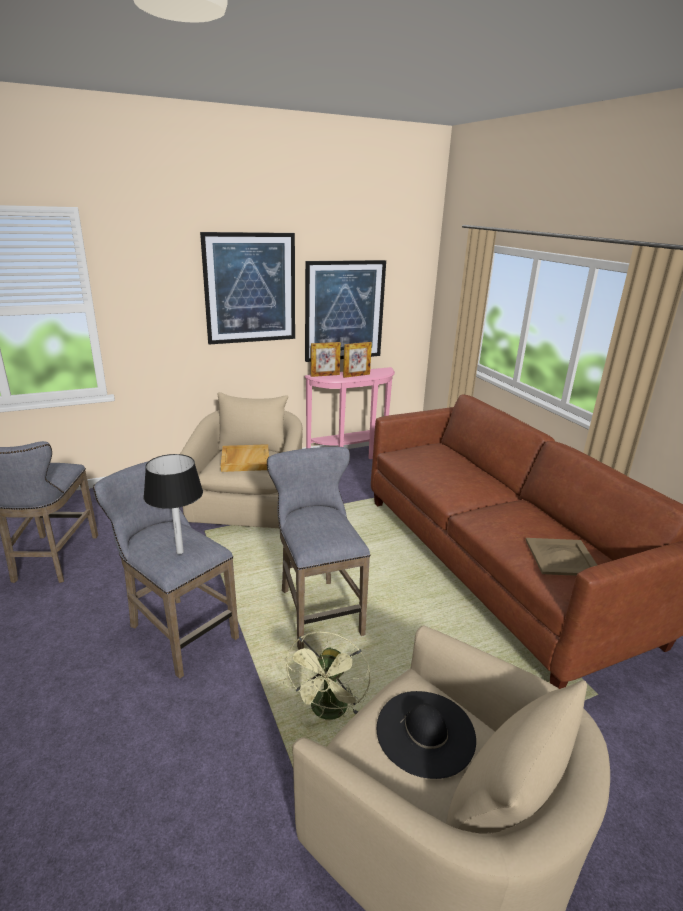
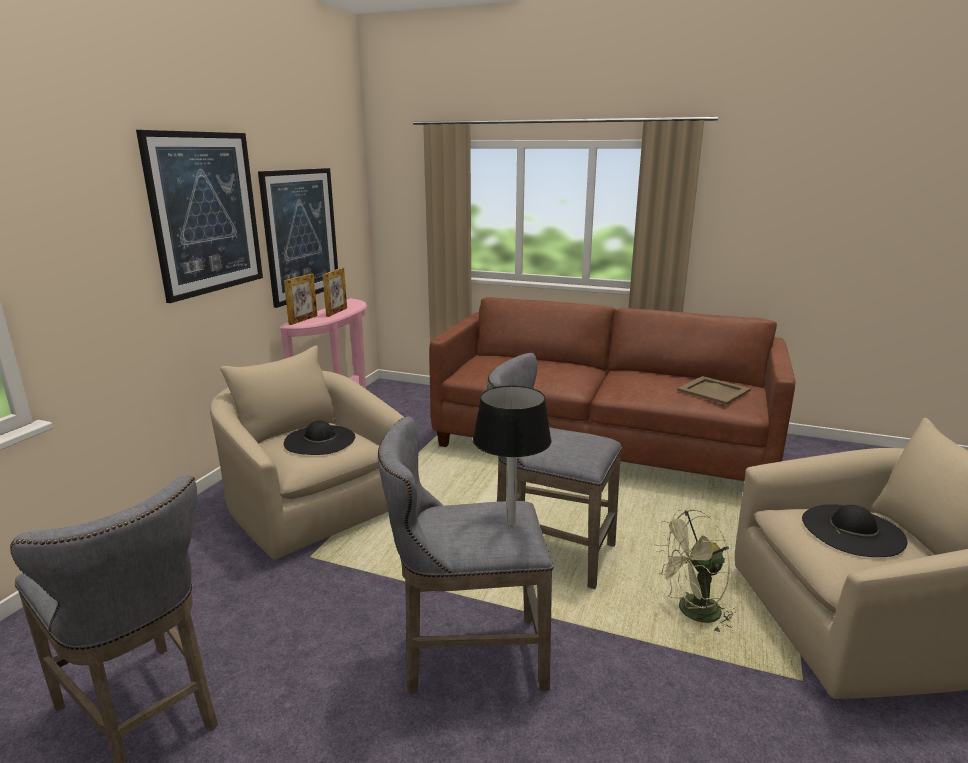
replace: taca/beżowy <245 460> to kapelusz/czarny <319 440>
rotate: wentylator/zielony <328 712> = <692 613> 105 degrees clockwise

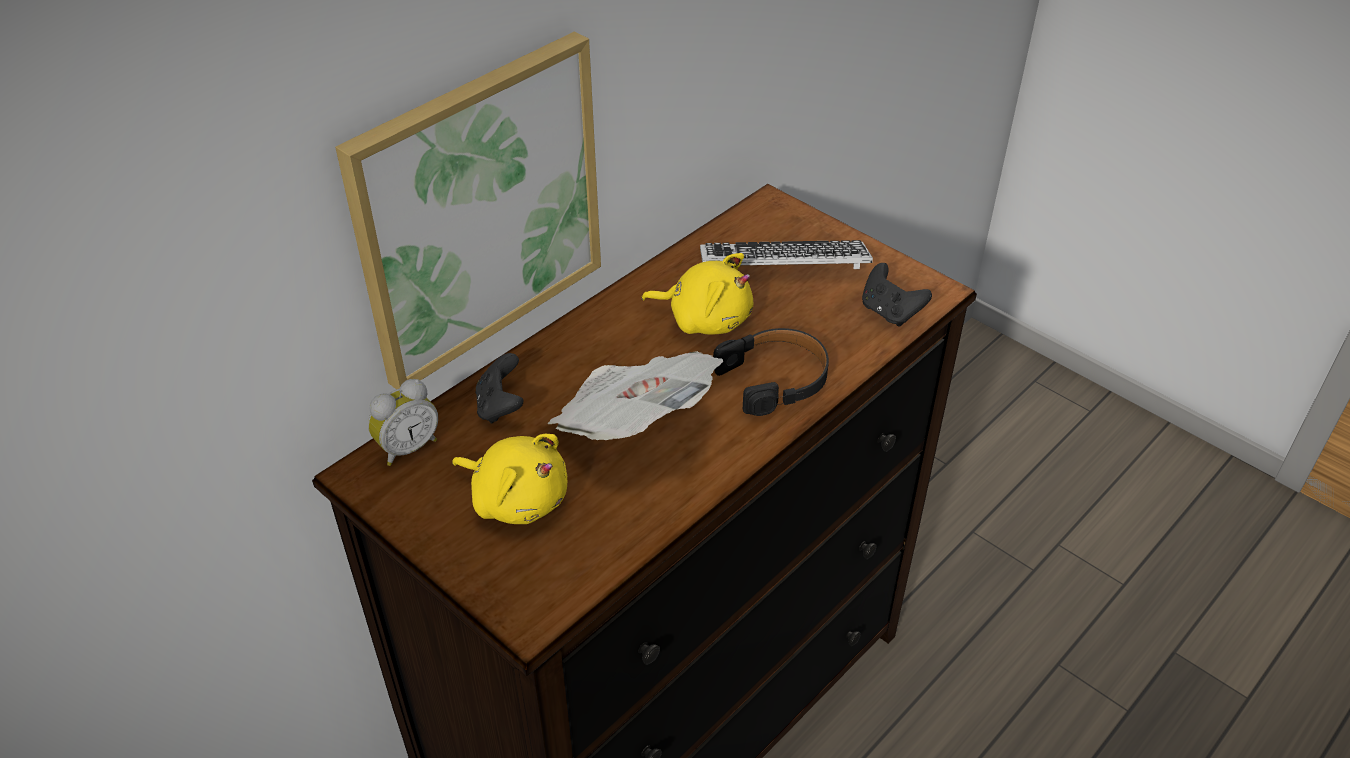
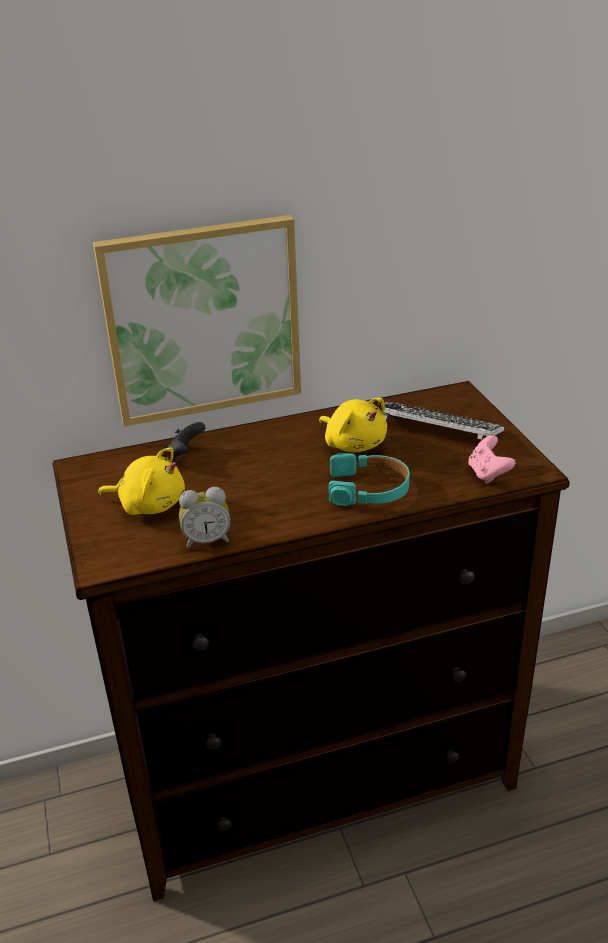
delete: gazeta <634 424>
move: budzik <407 447> to <207 540>
recolor: słuchawki/czarny <774 379> to słuchawki/turkusowy <369 489>; pad do gier/czarny <890 312> to pad do gier/różowy <488 474>
rotate: pluszak/żółty <517 498> = <149 504> 45 degrees counterclockwise

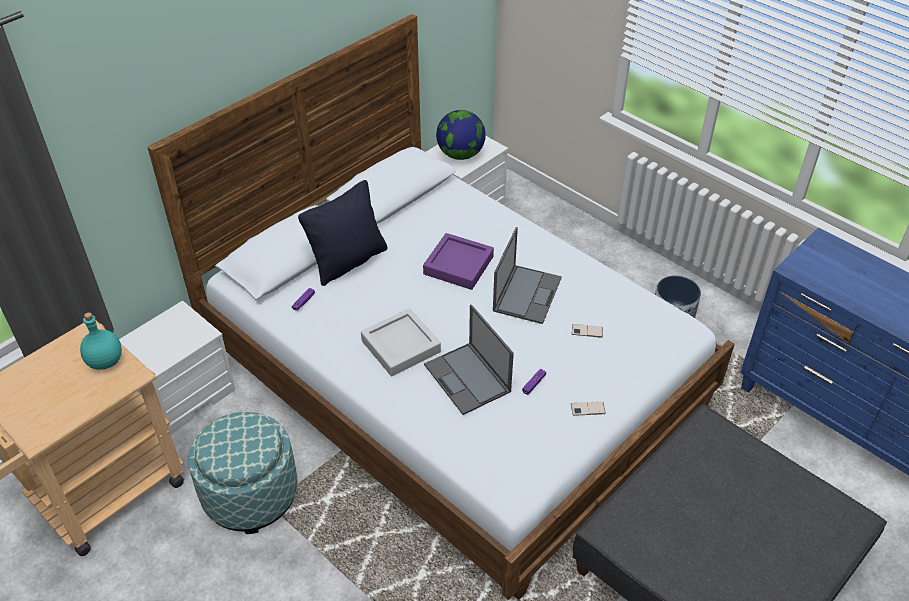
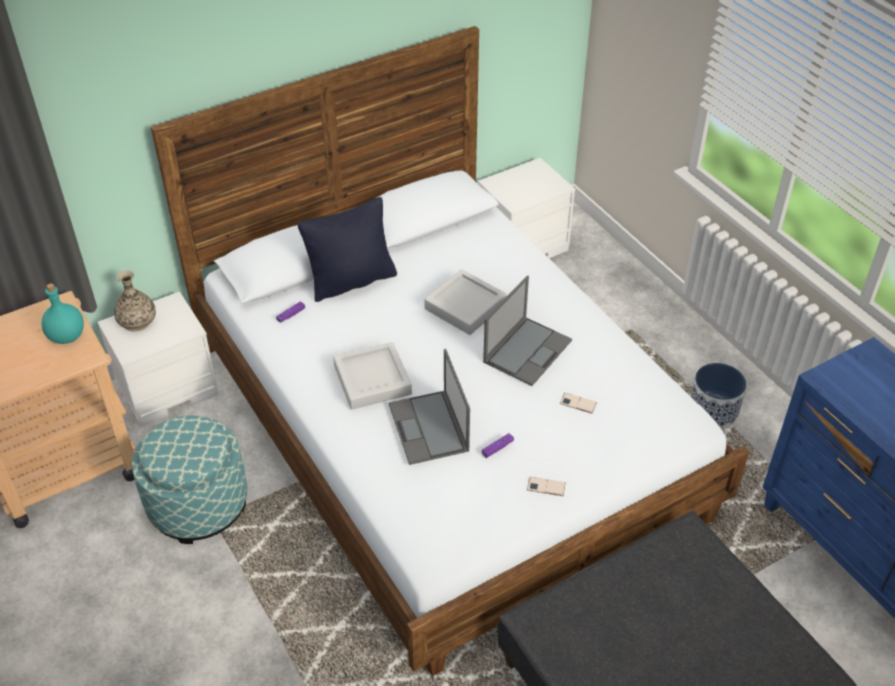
delete: globus <460 154>
insert: wazon <137 321>
recolor: taca/fioletowy <458 265> to taca/szary <465 306>

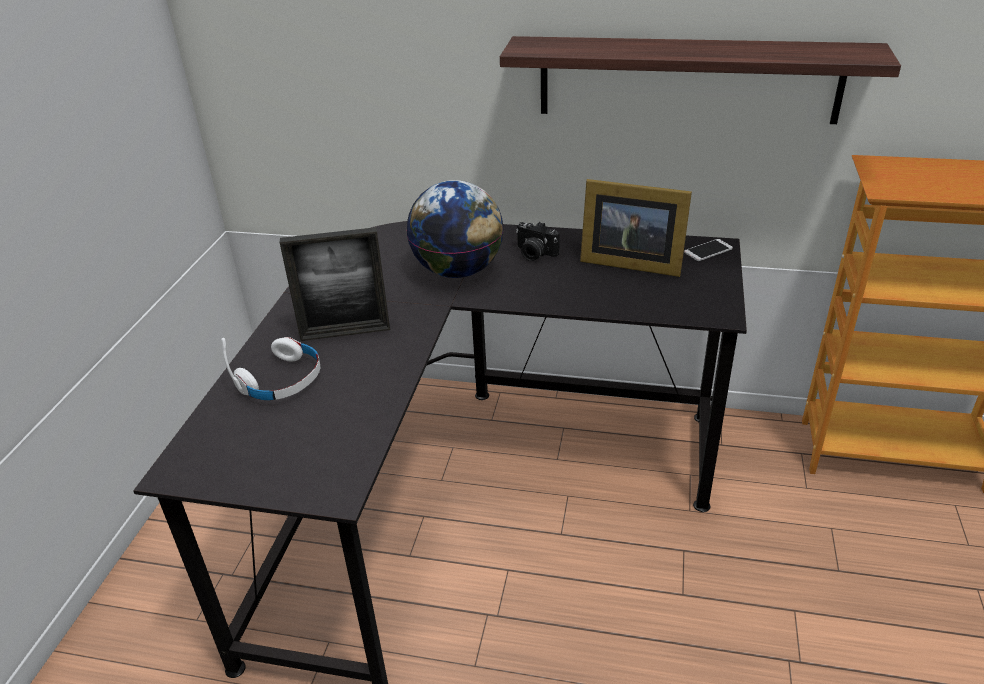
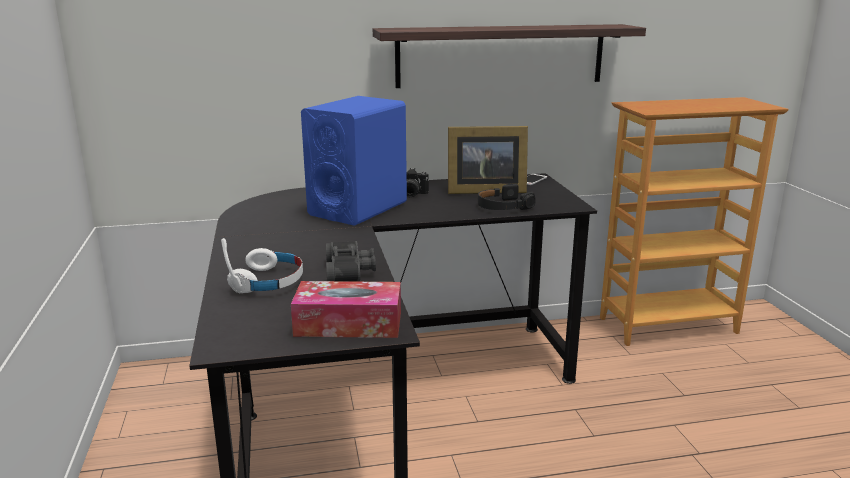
delete: ramka na zdjęcie <345 333>
insert: pudełko chusteczek <348 324>; lornetka/czarny <351 273>; słuchawki/czarny <503 206>
replace: globus <458 271> to głośnik/niebieski <358 208>

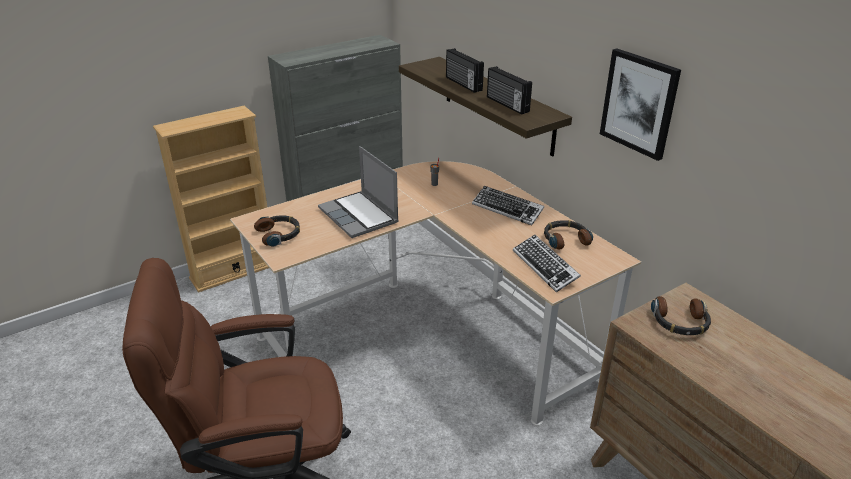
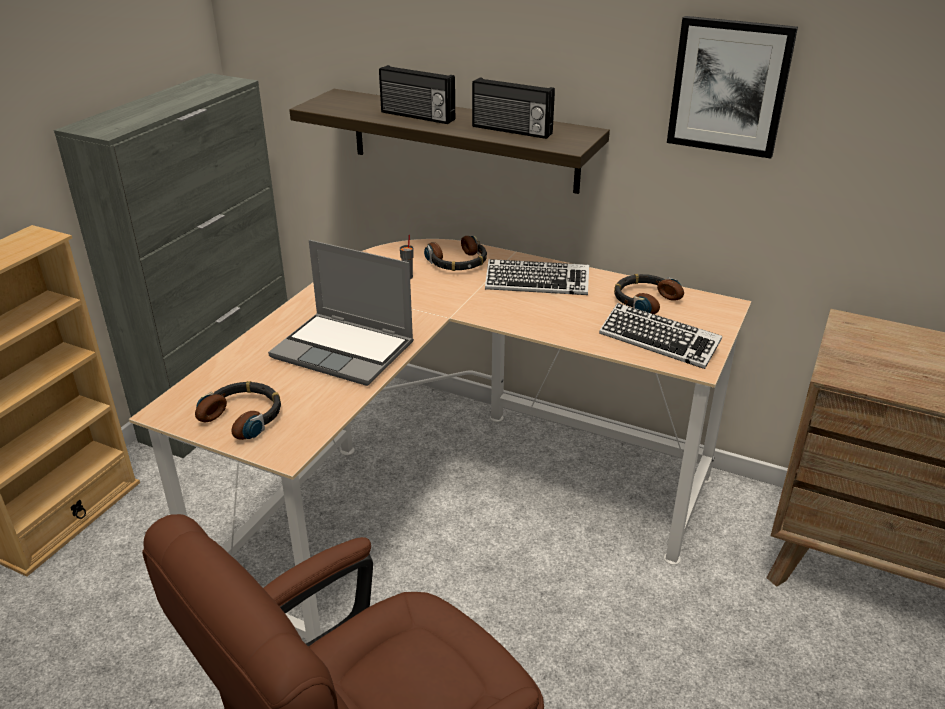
move: słuchawki <680 322> to <458 262>

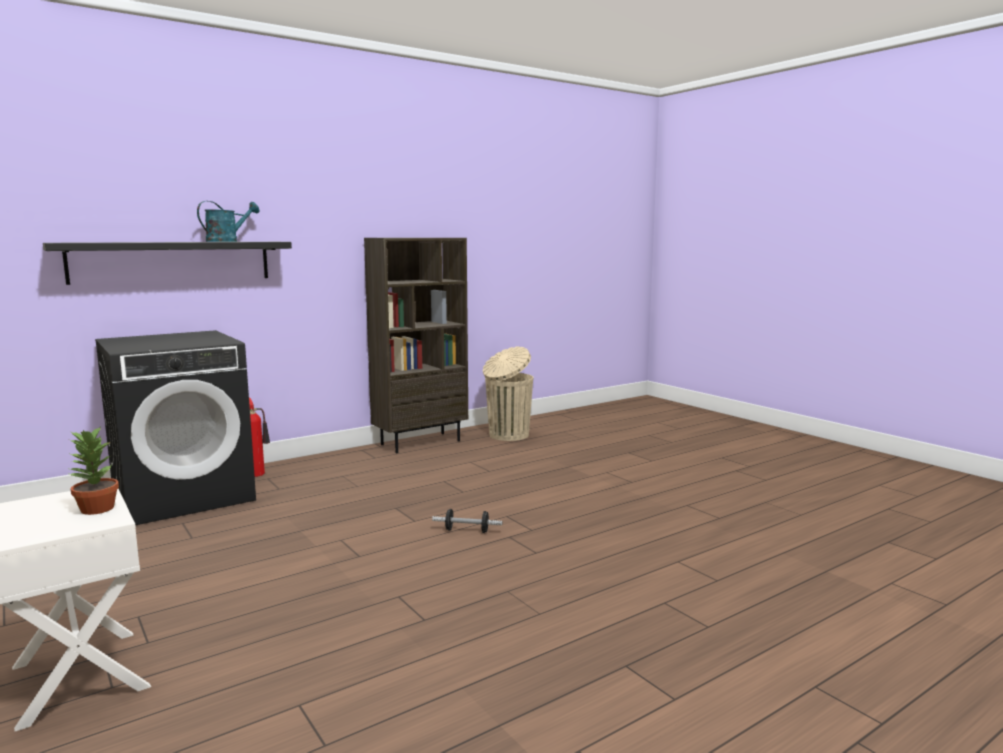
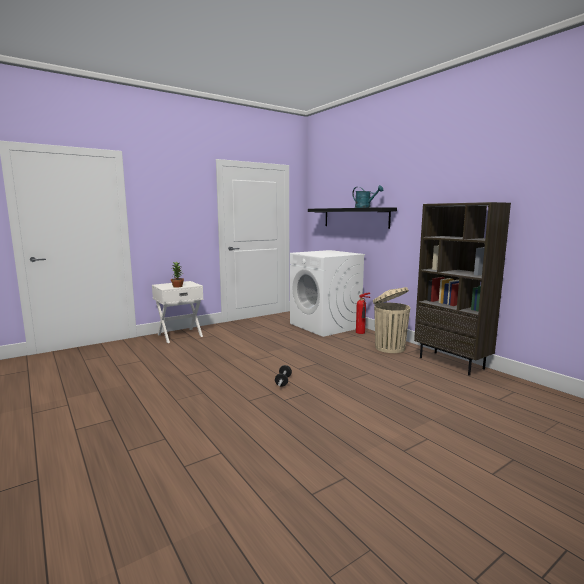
move: kosz na śmieci/beżowy <507 435> to <389 348>
recolor: pralka/czarny <184 496> to pralka/biały <325 326>

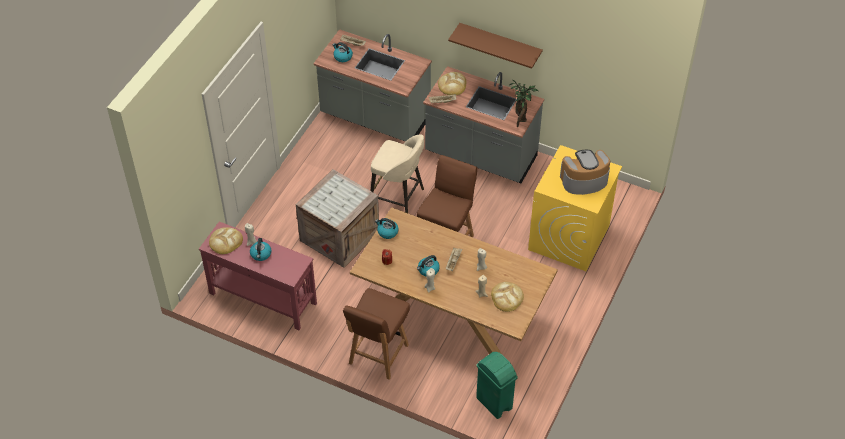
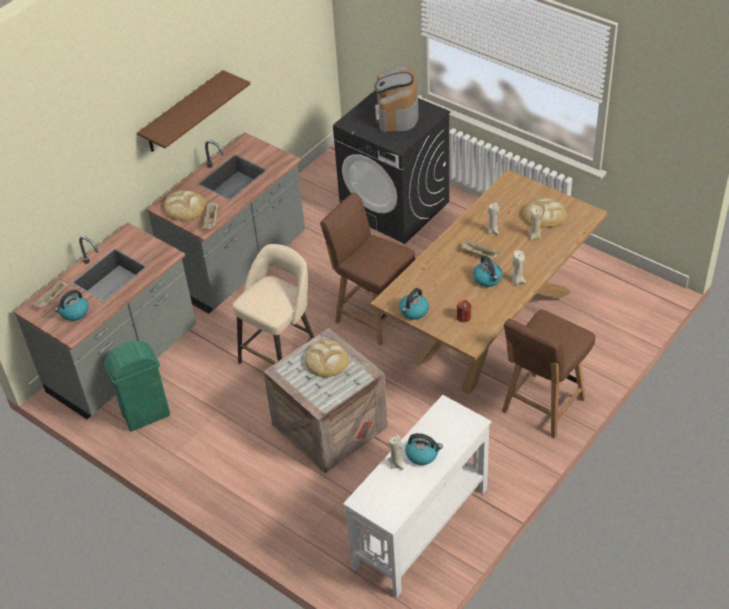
delete: roślina doniczkowa <521 119>
move: chleb <225 242> to <326 360>; kosz na śmieci/zielony <494 403> to <147 415>
recolor: stolik konsolowy/czerwony <262 298> to stolik konsolowy/biały <420 528>; pralka/żółty <569 237> to pralka/czarny <395 207>
rotate: krzesło/brązowy <378 355> = <542 406> 90 degrees clockwise

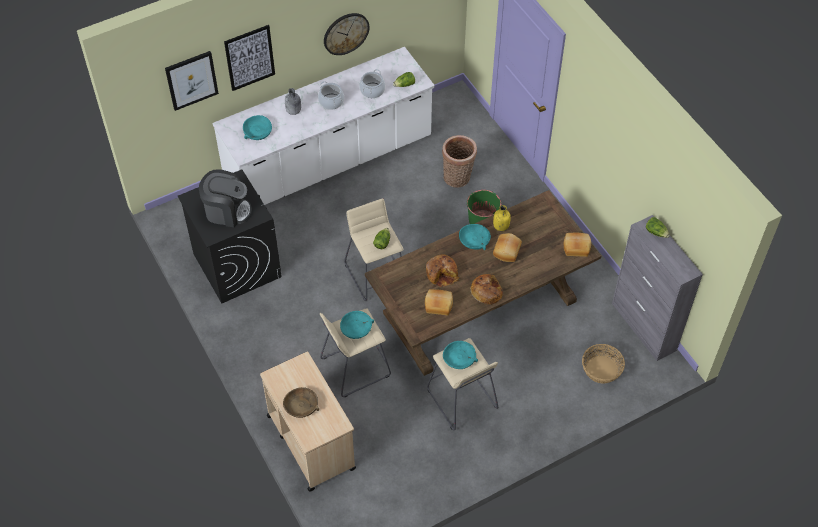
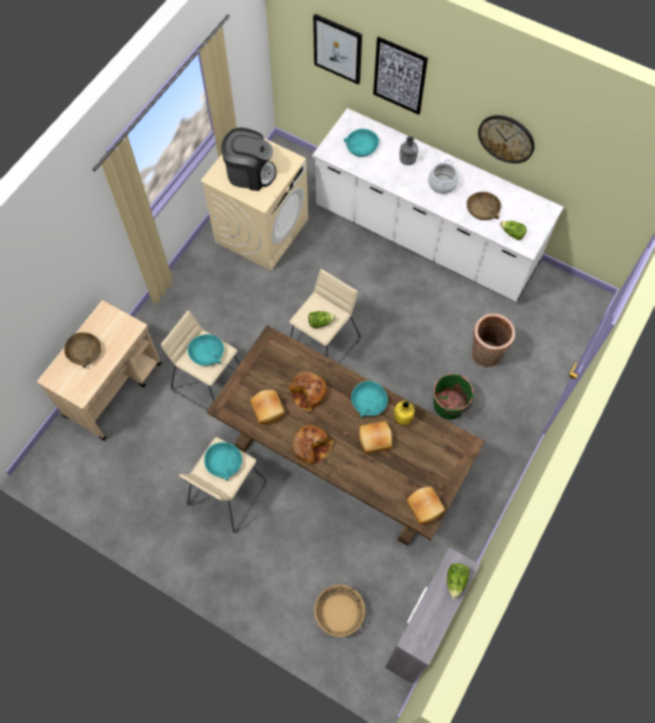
replace: garnek <372 90> to miska/brązowy <483 210>
recolor: pralka/czarny <236 265> to pralka/beżowy <262 230>
rotate: ekspres do kawy <227 211> = <250 173> 60 degrees counterclockwise

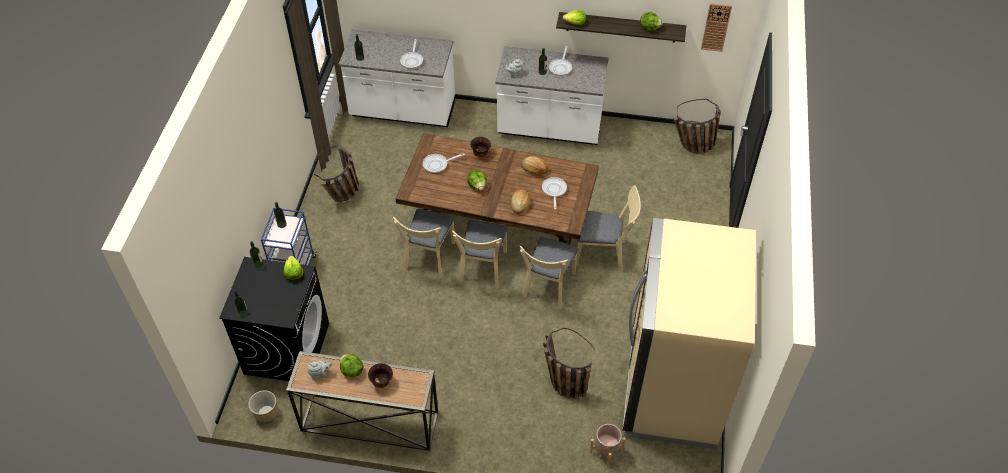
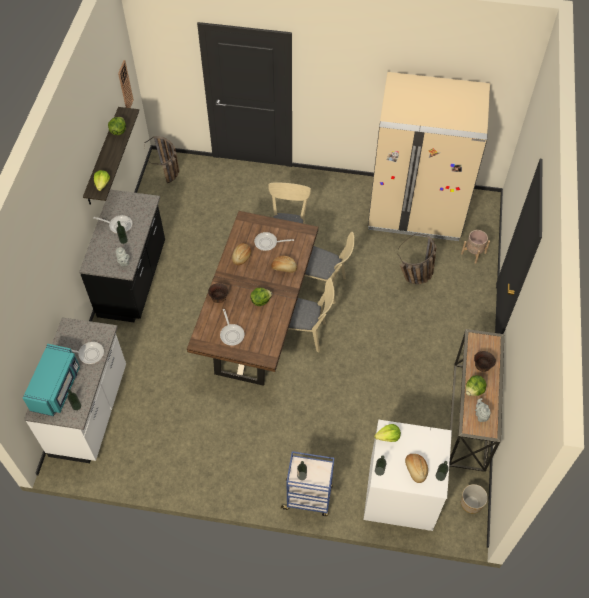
delete: koszyk <343 196>; krzesło/beżowy <428 259>
insert: mikrofalówka/turkusowy <57 388>; chleb <415 469>
recolor: pralka/czarny <287 348> to pralka/biały <400 494>; zabudowa kuchenna/biały <549 129> to zabudowa kuchenna/czarny <133 280>

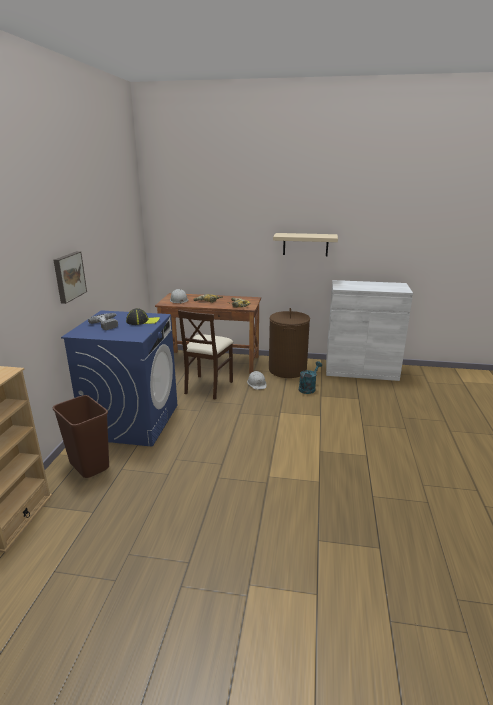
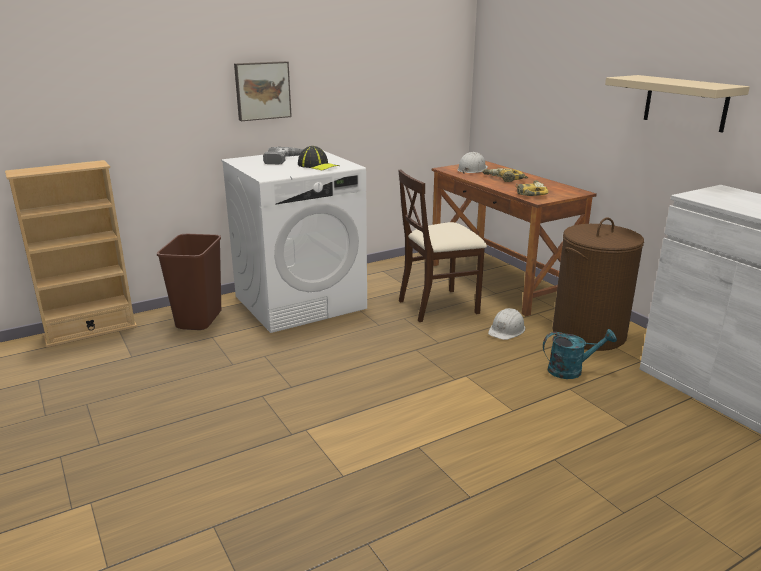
recolor: pralka/niebieski <132 421> to pralka/biały <300 302>

